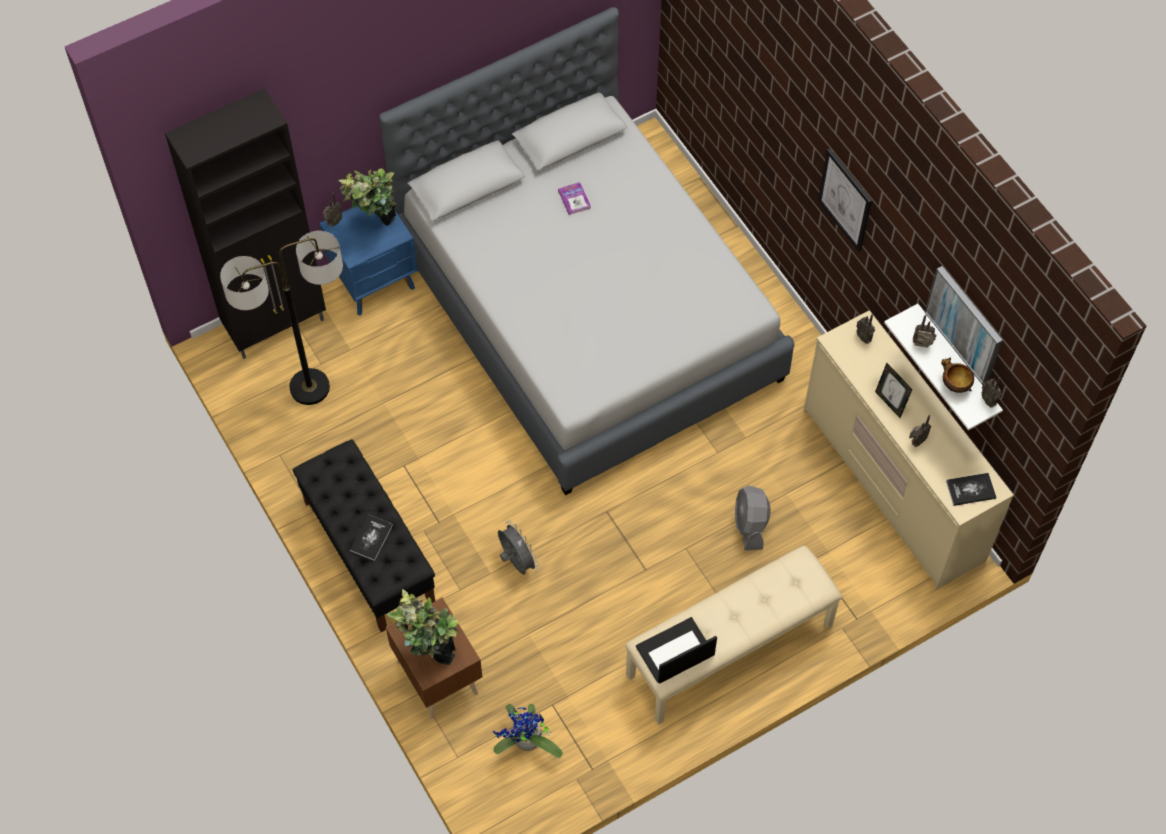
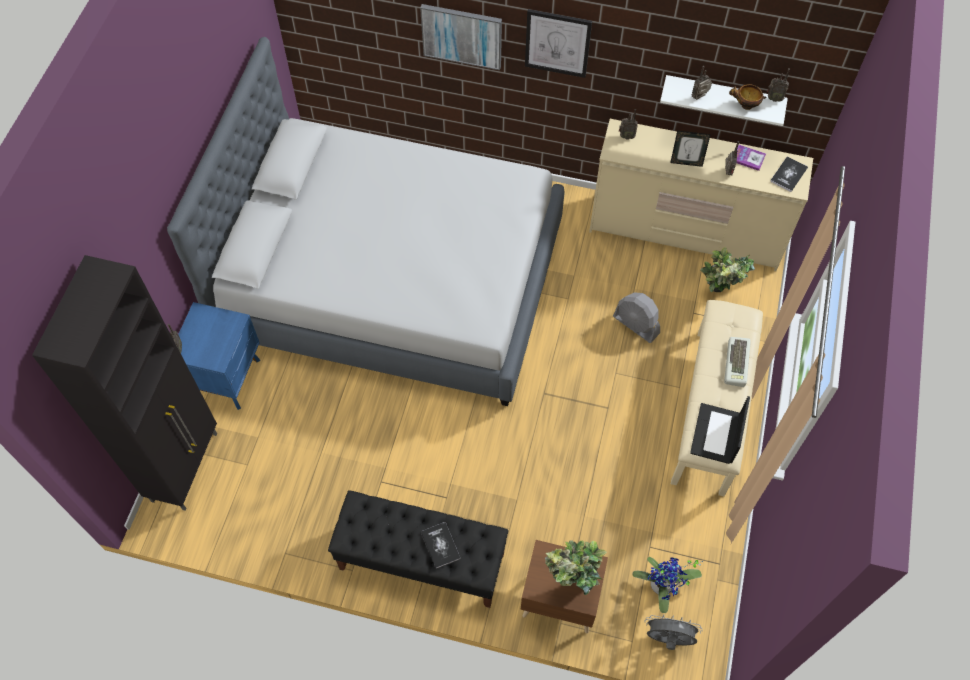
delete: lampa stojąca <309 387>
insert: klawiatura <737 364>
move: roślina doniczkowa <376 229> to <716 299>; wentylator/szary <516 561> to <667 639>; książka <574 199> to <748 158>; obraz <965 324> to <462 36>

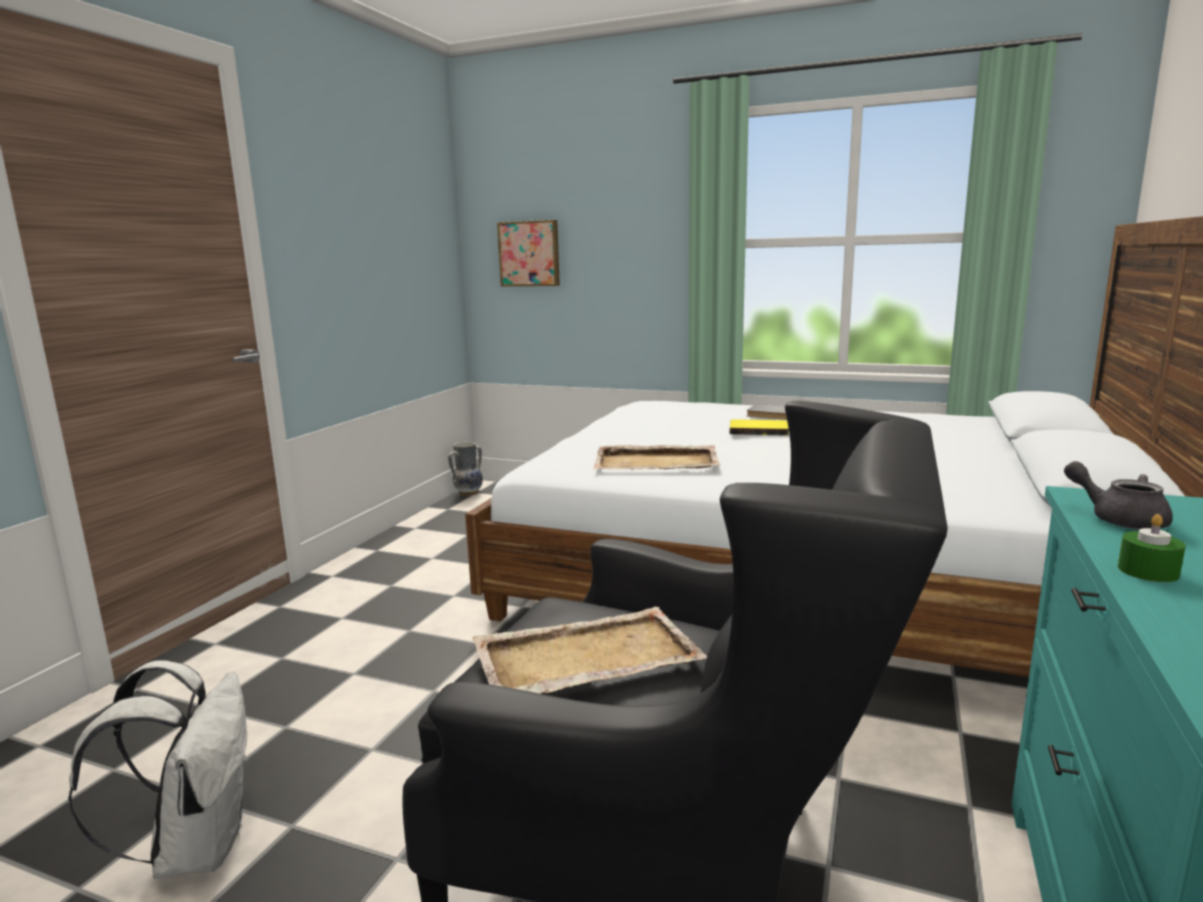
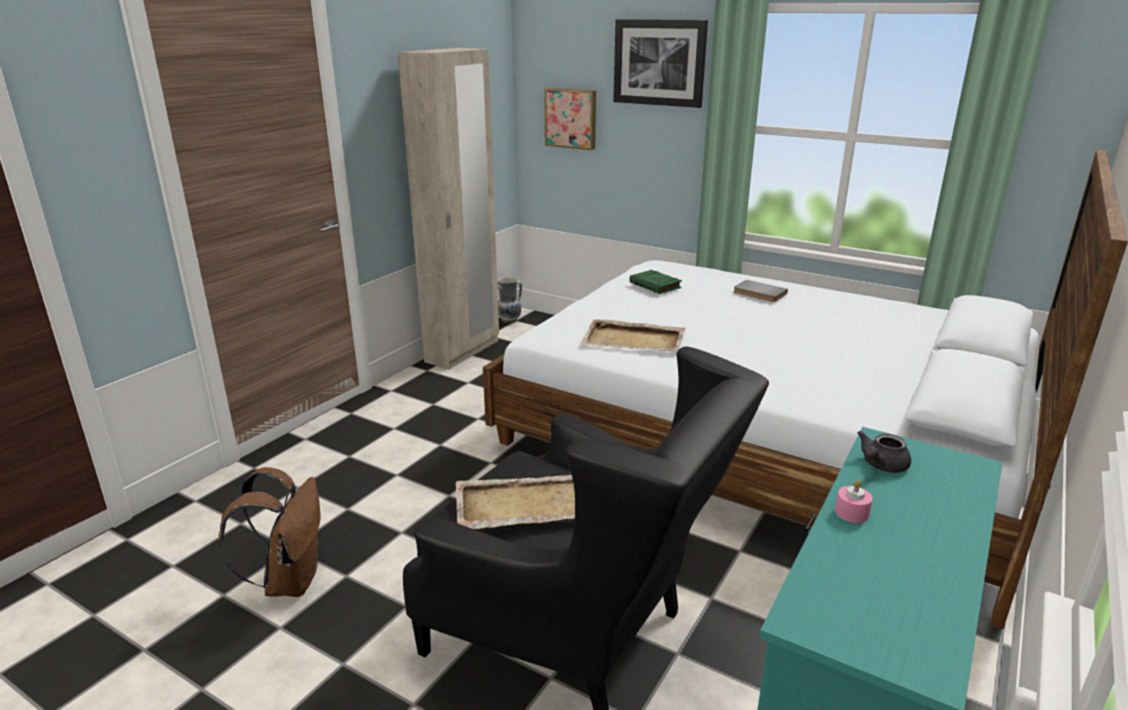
delete: książka/żółty <758 430>
insert: szafa/beżowy <463 351>; obraz <659 63>; książka/zielony <655 285>
recolor: plecak/biały <197 846> to plecak/brązowy <290 580>; świeca/zielony <1148 571> to świeca/różowy <851 512>
rotate: imbryk/szary <1118 519> = <880 465> 105 degrees counterclockwise

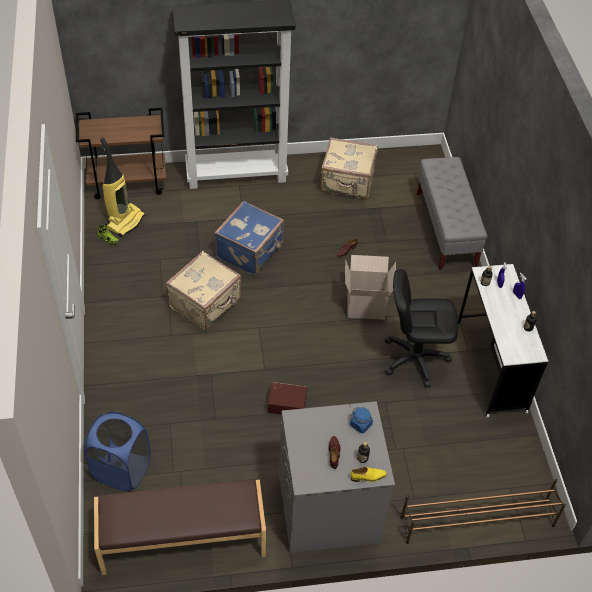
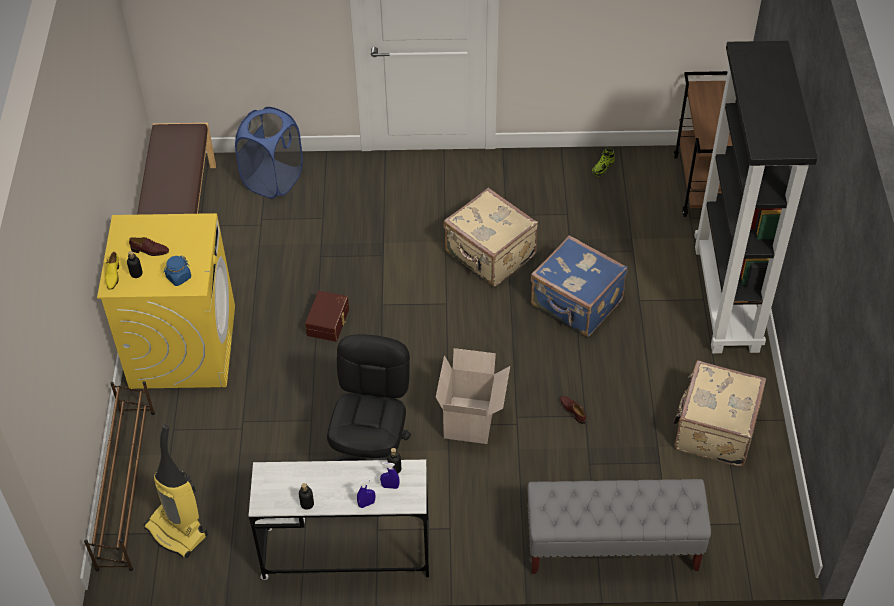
move: odkurzacz <125 221> to <178 531>
recolor: pralka/szary <327 508> to pralka/żółty <183 346>

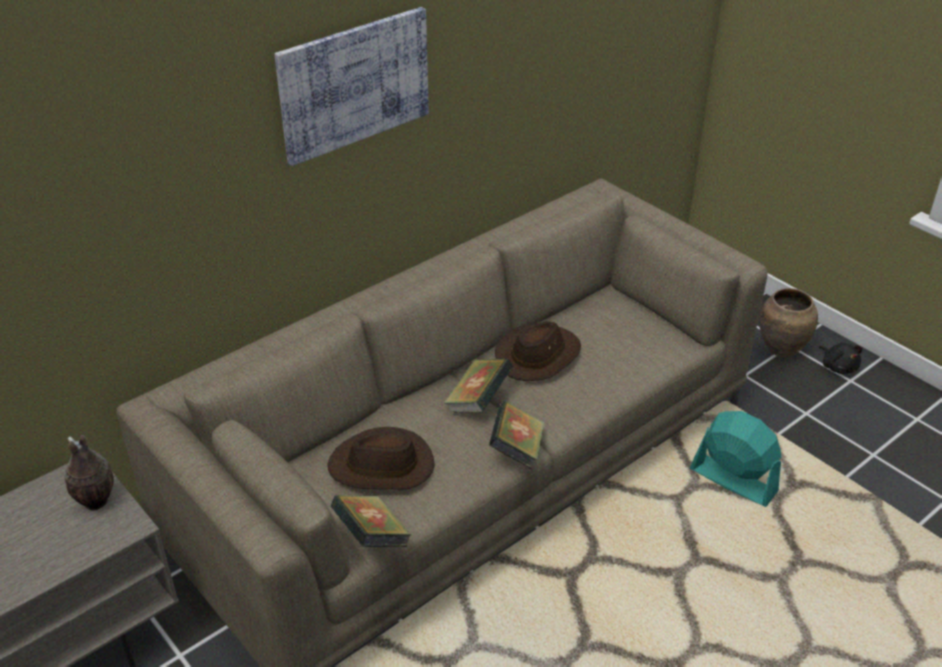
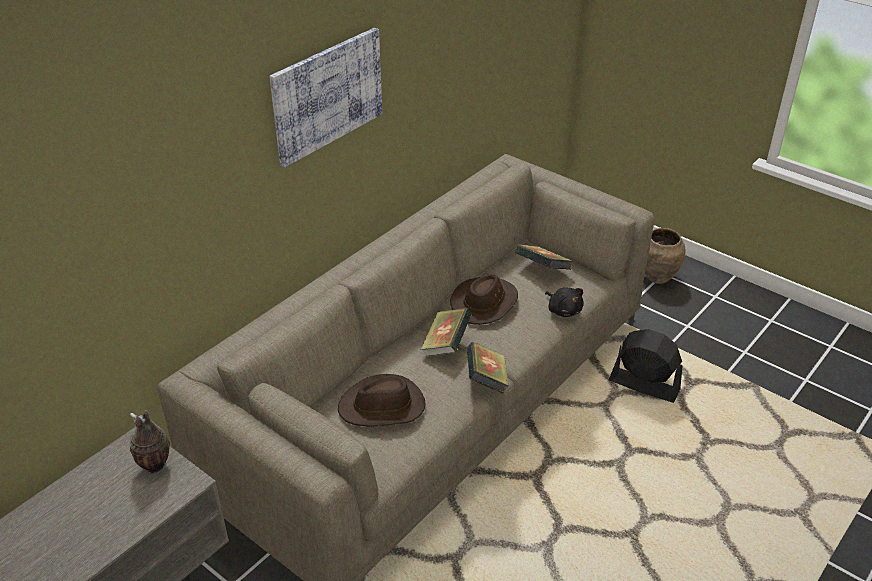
move: książka <372 537> to <543 270>; pluszak/czarny <838 366> to <563 310>
recolor: wentylator/turkusowy <732 480> to wentylator/czarny <643 385>

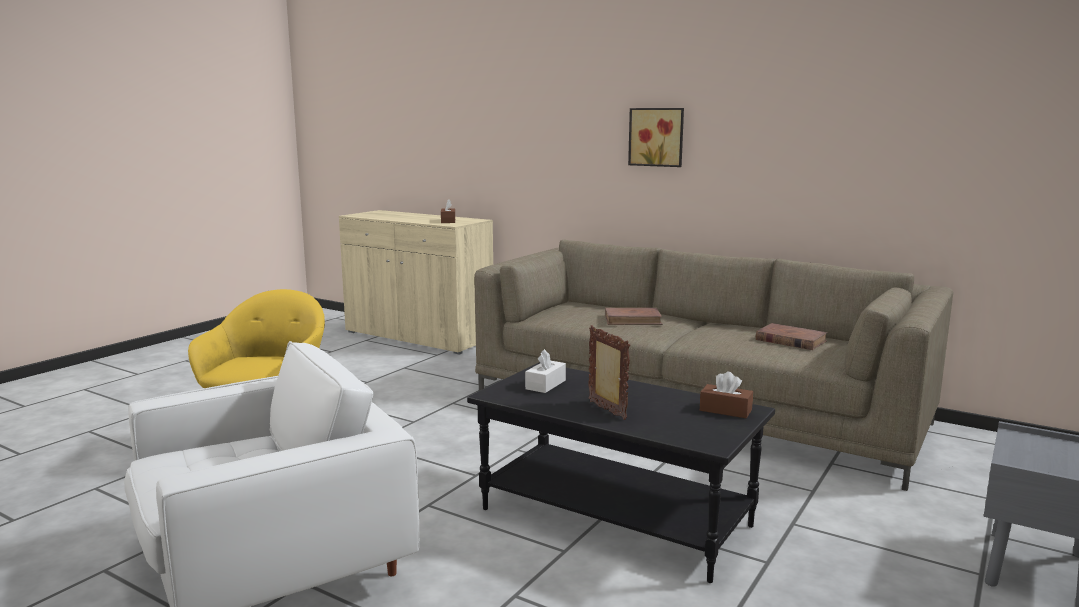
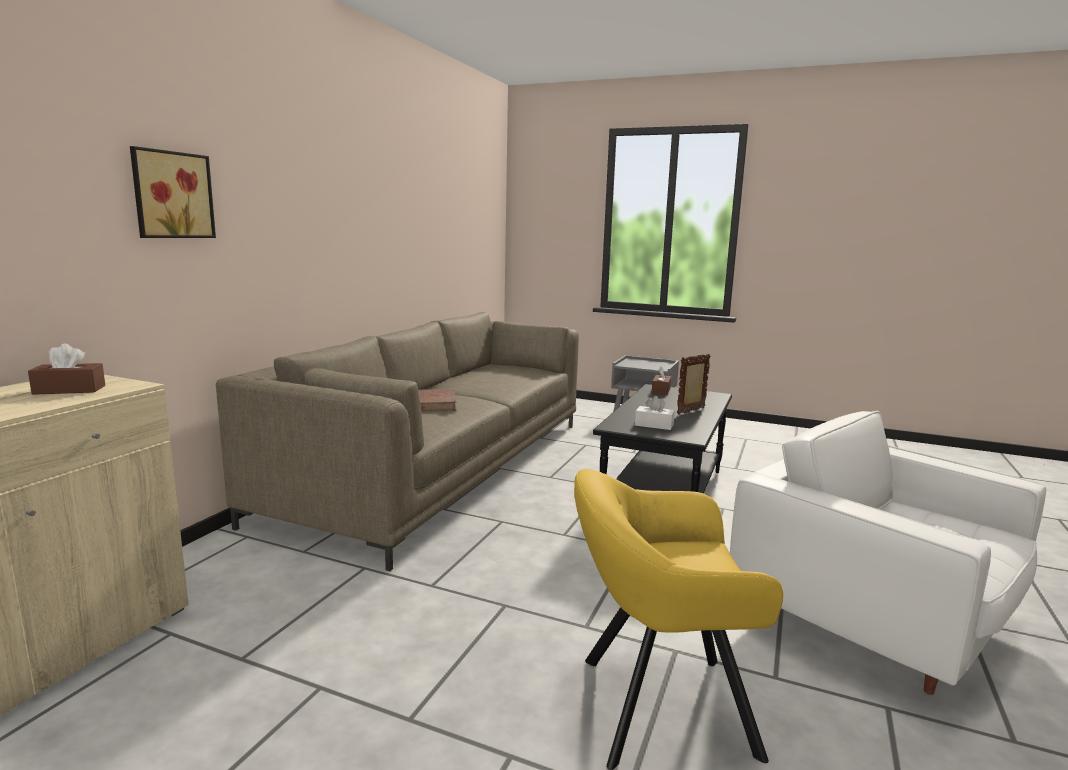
delete: książka/brązowy <790 340>
move: obraz <657 137> to <171 195>

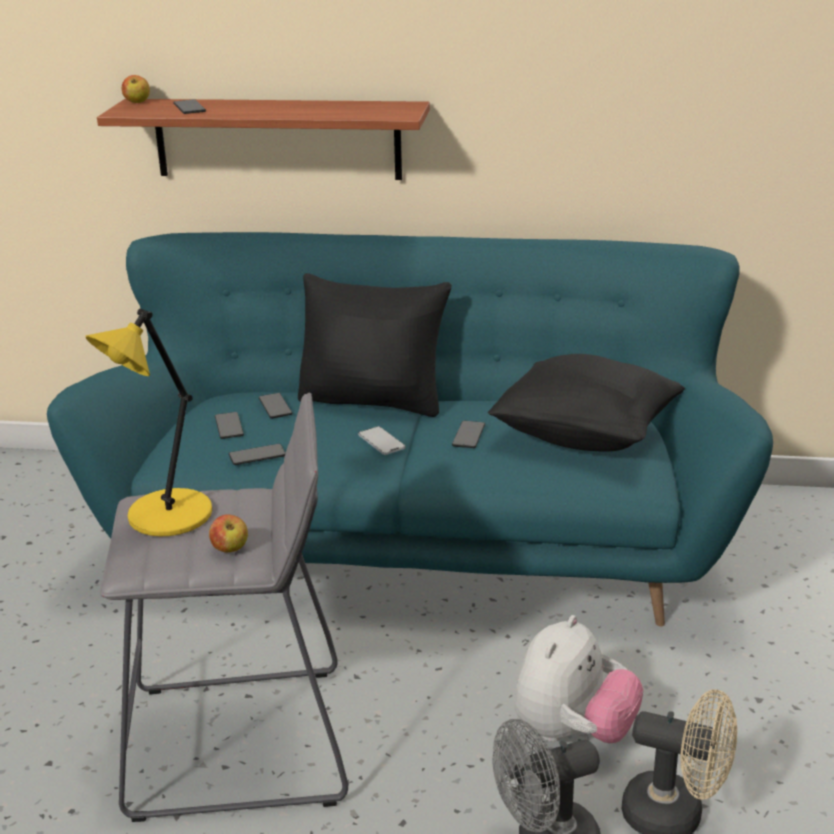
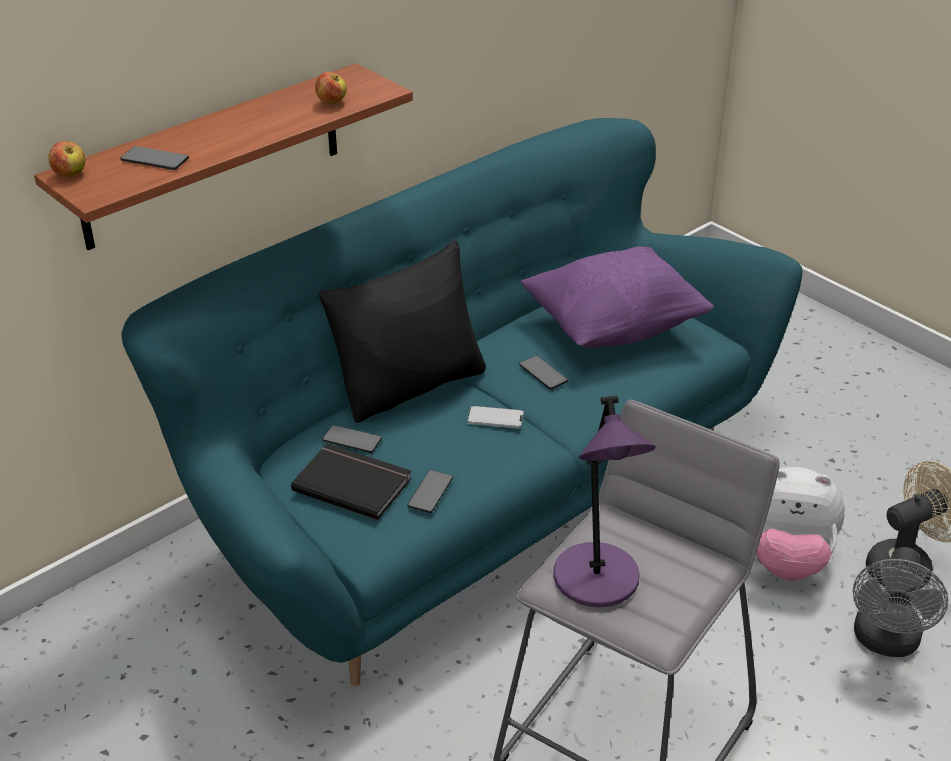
move: jabłko <230 549> to <332 102>
replace: telefon <229 426> to książka/czarny <353 482>
recolor: lampa stołowa/żółty <166 517> to lampa stołowa/fioletowy <598 580>; poduszka/czarny <585 437> to poduszka/fioletowy <614 327>
rotate: pluszak <573 733> = <785 559> 120 degrees clockwise

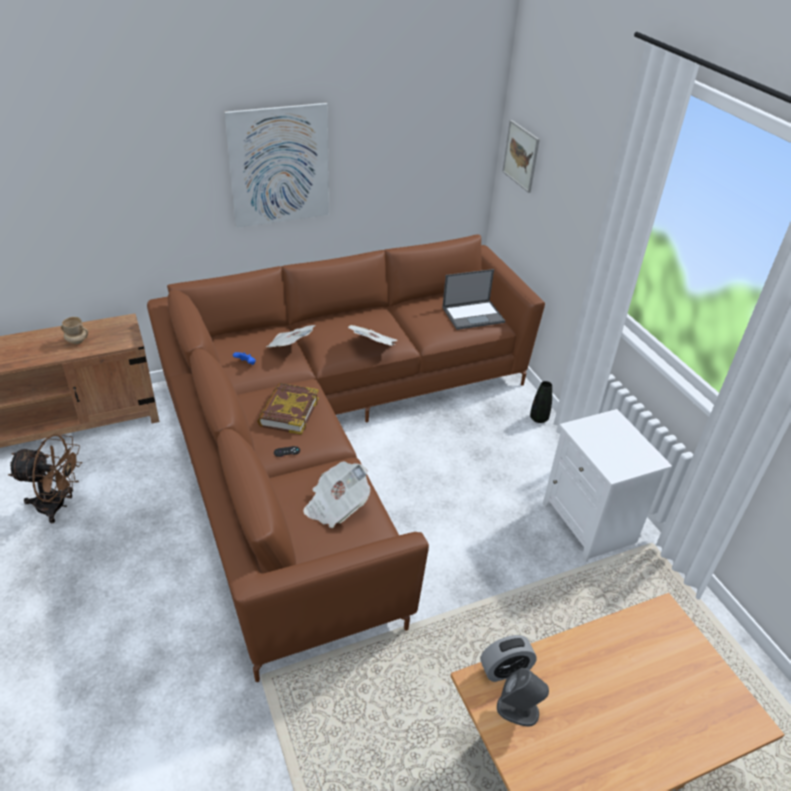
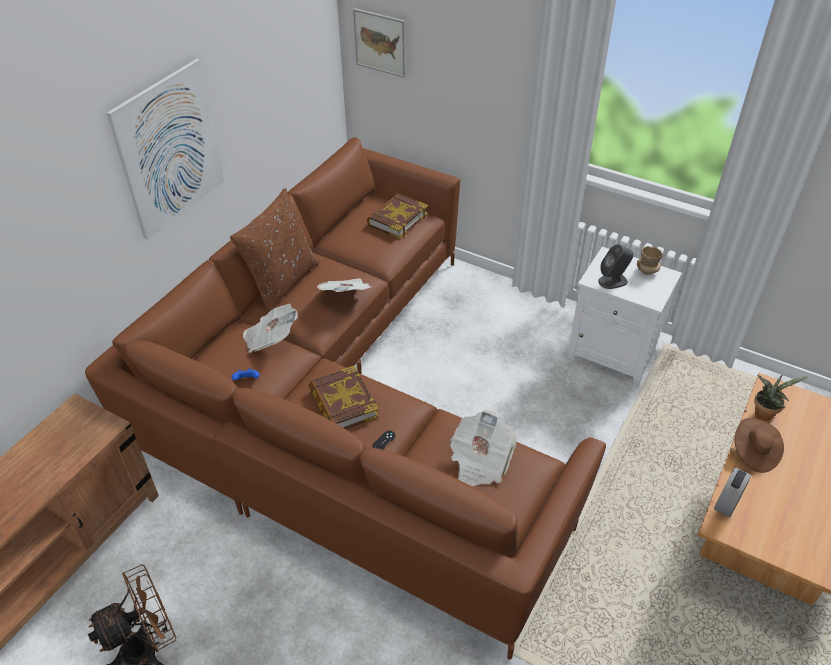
delete: wazon/czarny <538 418>
insert: poduszka/brązowy <282 282>; kapelusz/brązowy <754 453>; roślina doniczkowa <765 413>
move: kubek/beżowy <77 341> to <647 270>; głośnik/szary <518 710> to <613 281>
replace: laptop <473 315> to książka <397 219>

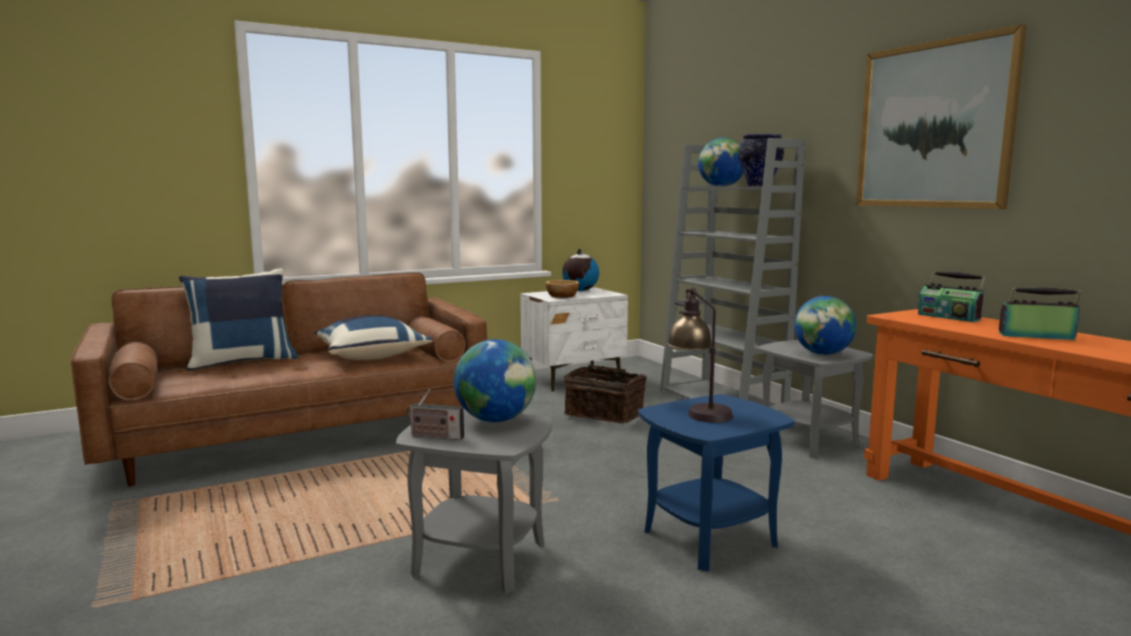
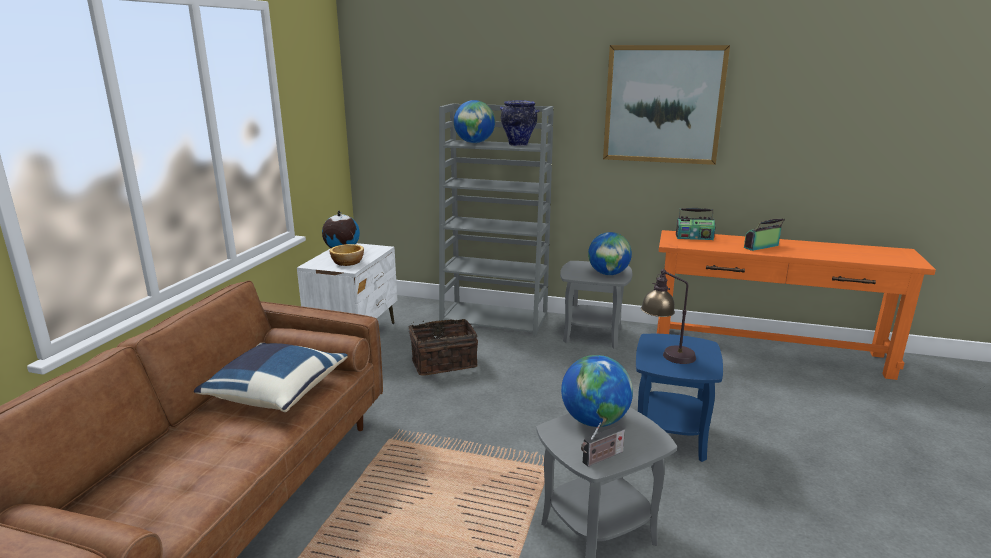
delete: poduszka/niebieski <242 361>

